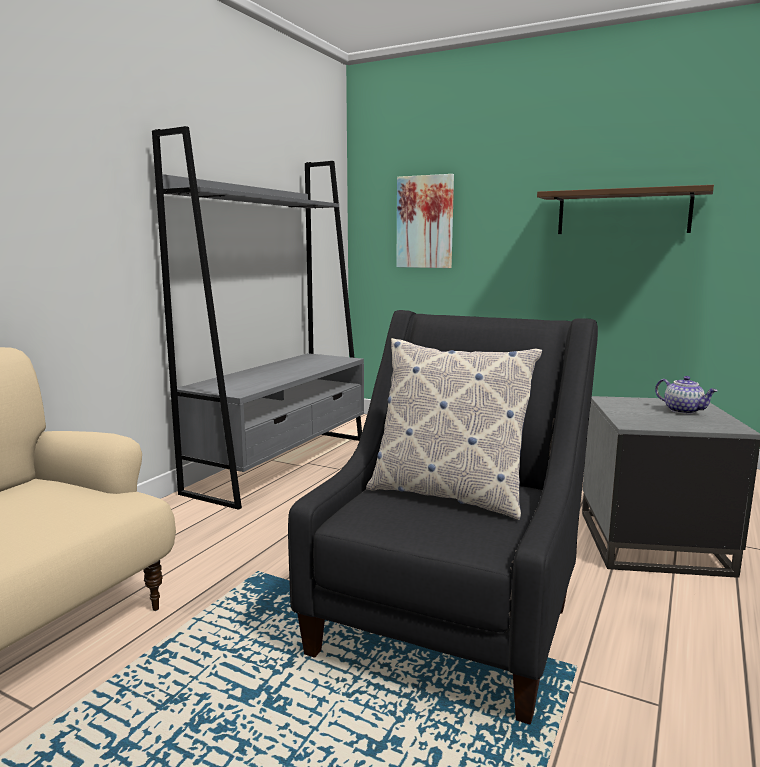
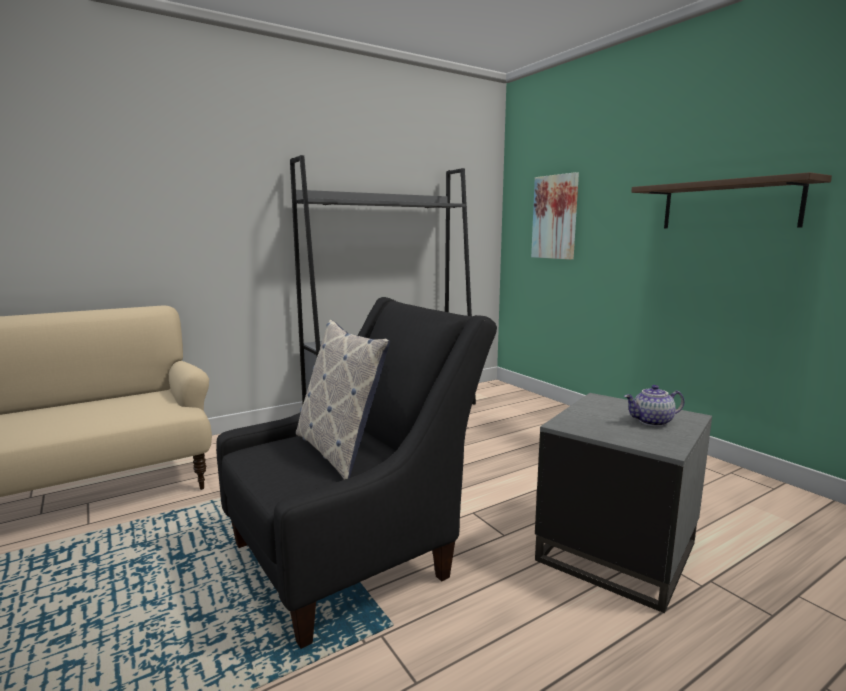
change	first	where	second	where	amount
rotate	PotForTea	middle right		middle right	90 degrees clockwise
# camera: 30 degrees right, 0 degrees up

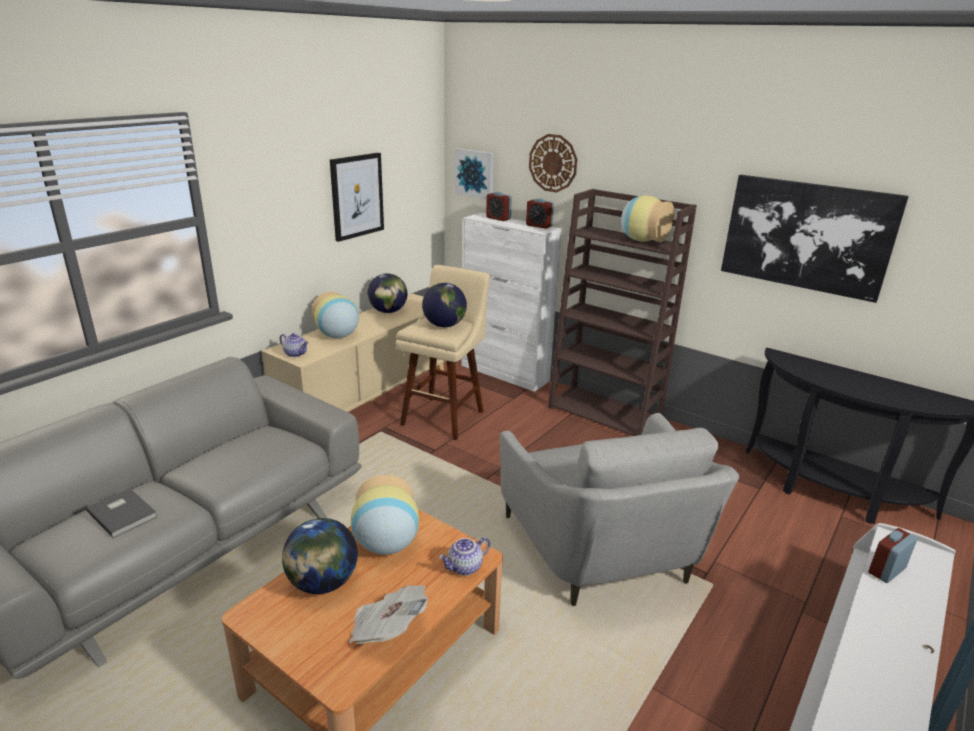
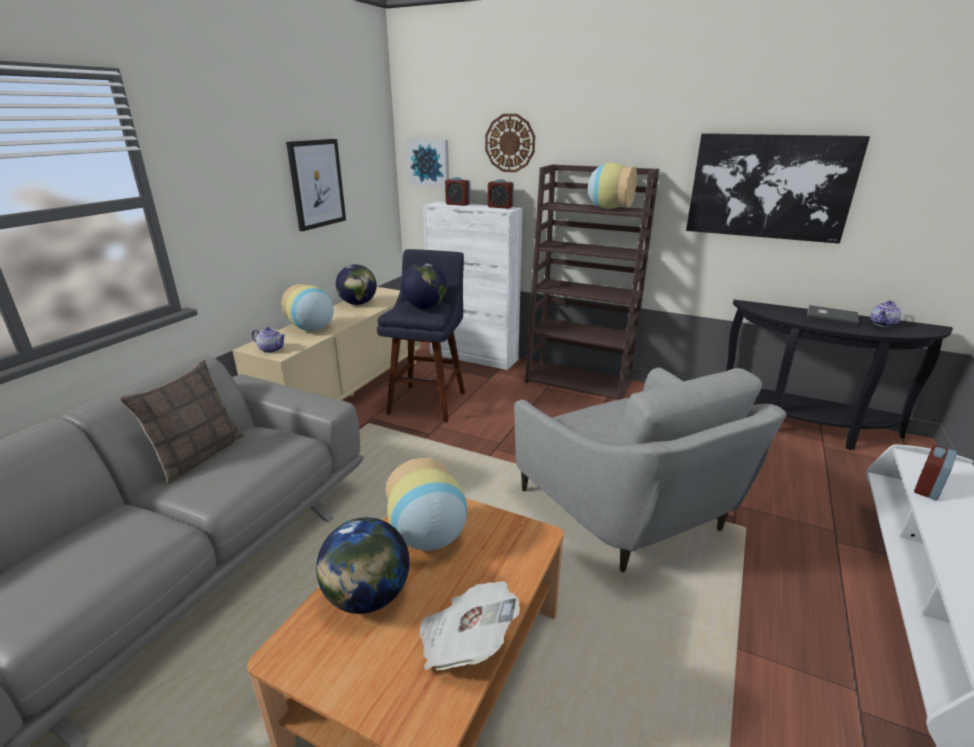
change	first	where	second	where	amount
insert			ThrowPillow	middle left	
recolor	SandColouredStool	centre	BluishStool	centre	
move	GreyBook	bottom left		middle right	
move	PotForTea (2nd from left)	bottom centre		middle right	
# camera: 10 degrees left, 0 degrees up

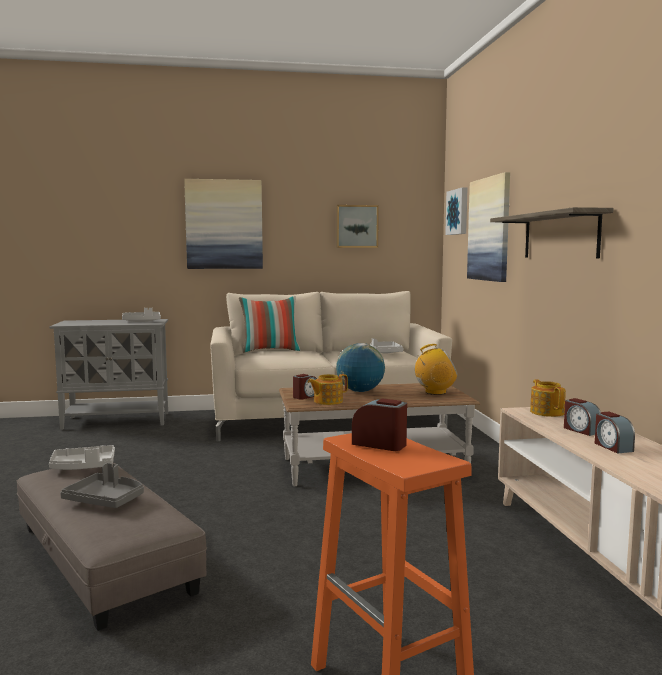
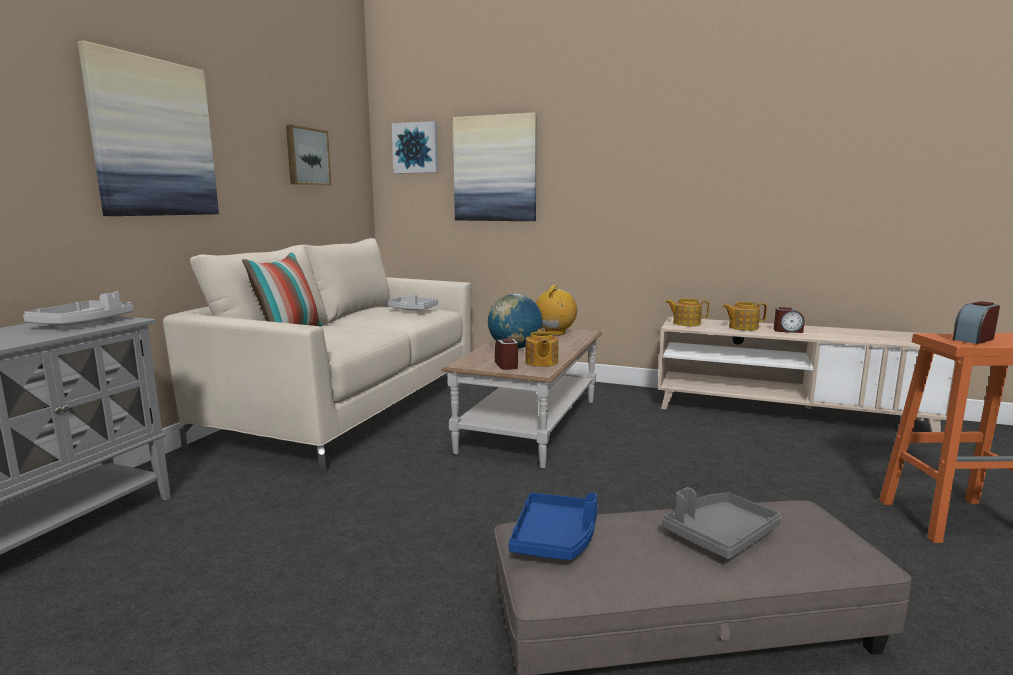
change	first	where	second	where	amount
recolor	GreyTray (1st from left)	bottom left	BluishTray	bottom centre	
replace	TableClock (3rd from left)	middle right	PotForTea (3rd from left)	middle right	
delete	Shelf	middle right			
# camera: 60 degrees left, 5 degrees up

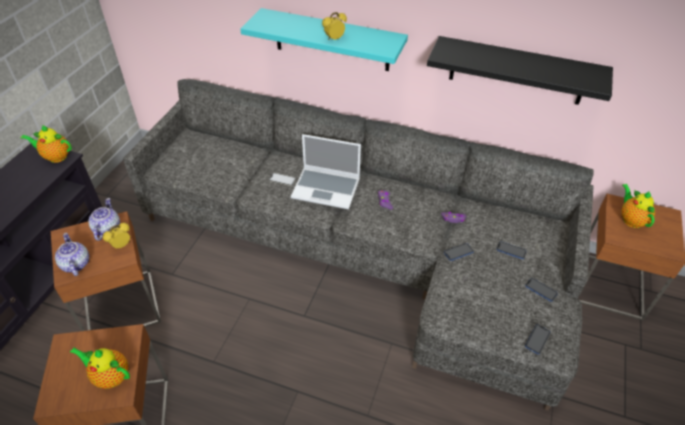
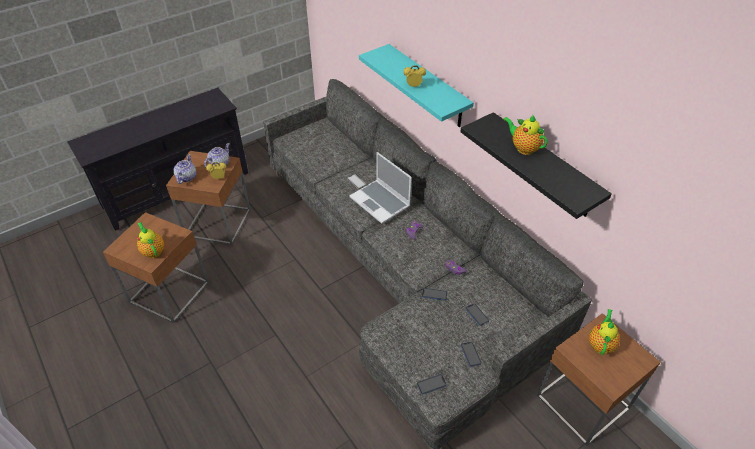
change	first	where	second	where	amount
move	PotForTea (1st from left in the first image)	middle left	PotForTea (4th from left)	top right	
# camera: 35 degrees right, 0 degrees up

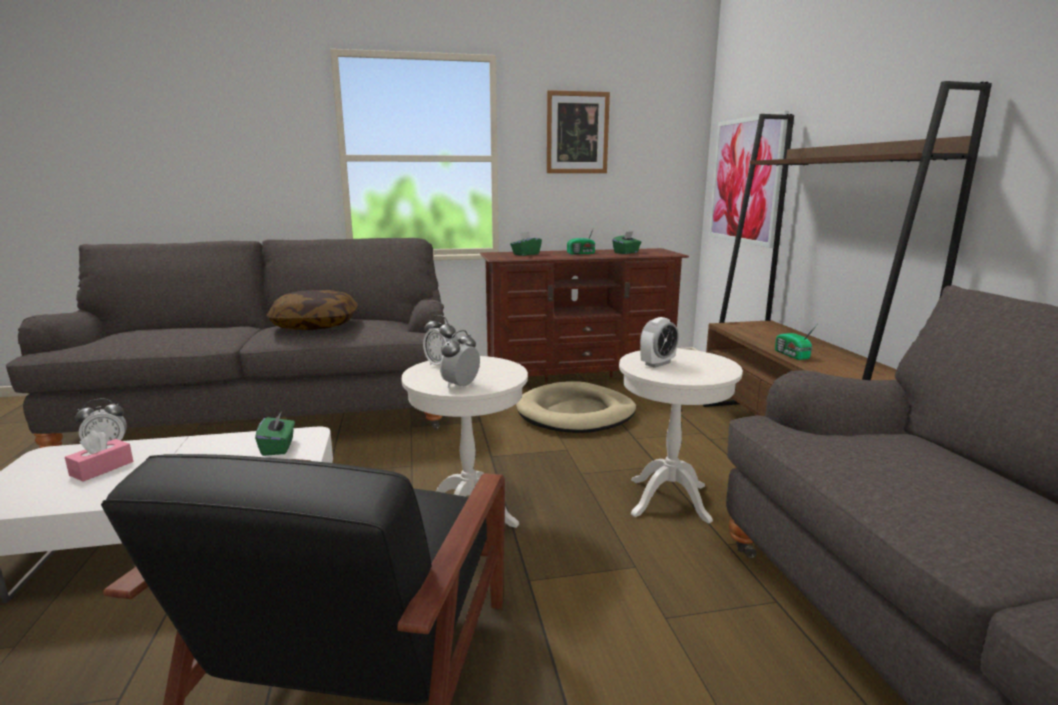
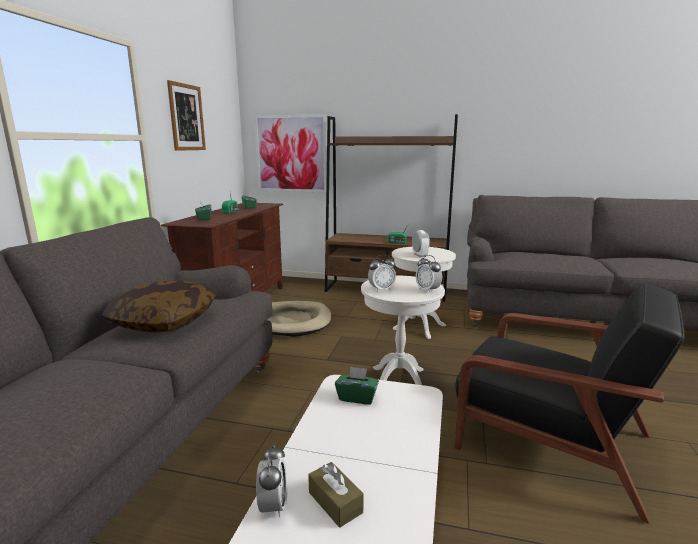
change	first	where	second	where	amount
recolor	PinkishTissueBox	middle left	BrownTissueBox	bottom centre	
# camera: 65 degrees left, 0 degrees up

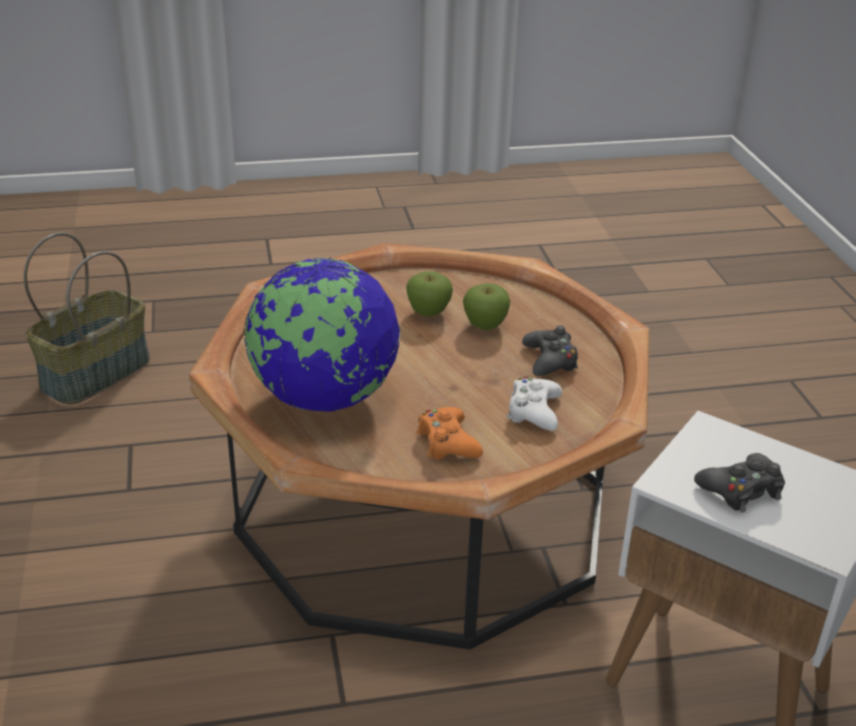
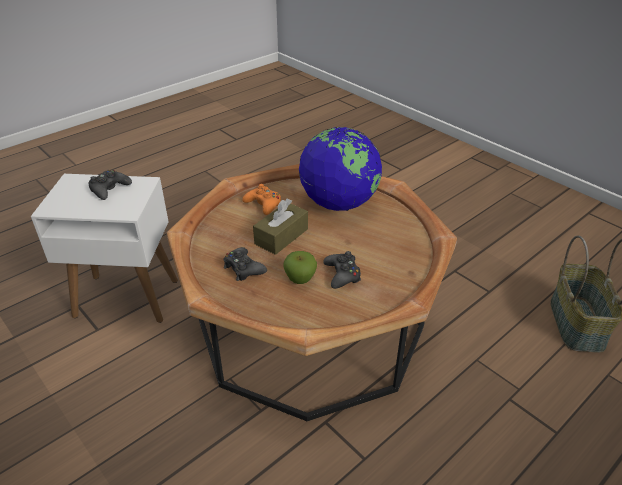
change	first	where	second	where	amount
insert			BrownTissueBox	centre	
replace	AppleFruit (1st from left)	centre	BlackColouredGamepad (3rd from left)	centre	
delete	WhiteColouredGamepad	centre			
# camera: 150 degrees right, 5 degrees up

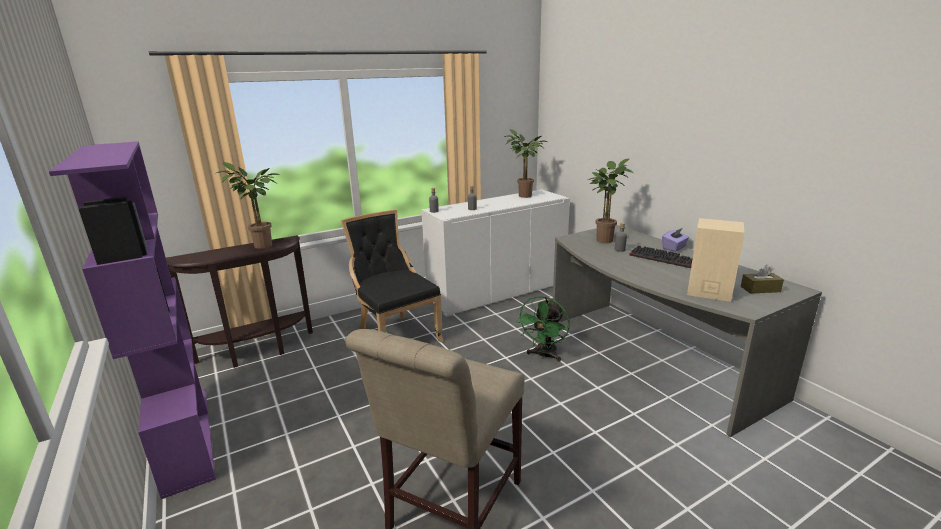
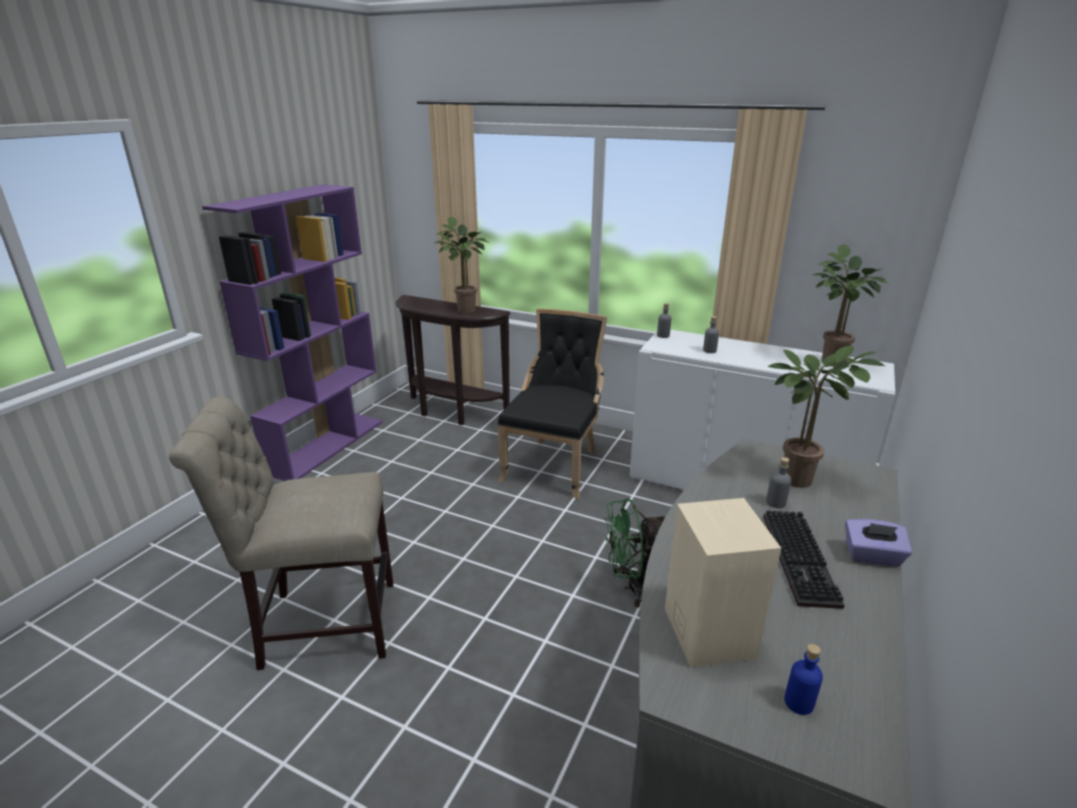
change	first	where	second	where	amount
replace	BrownTissueBox	middle right	BluishDrinkBottle	bottom right	
# camera: 55 degrees right, 5 degrees up

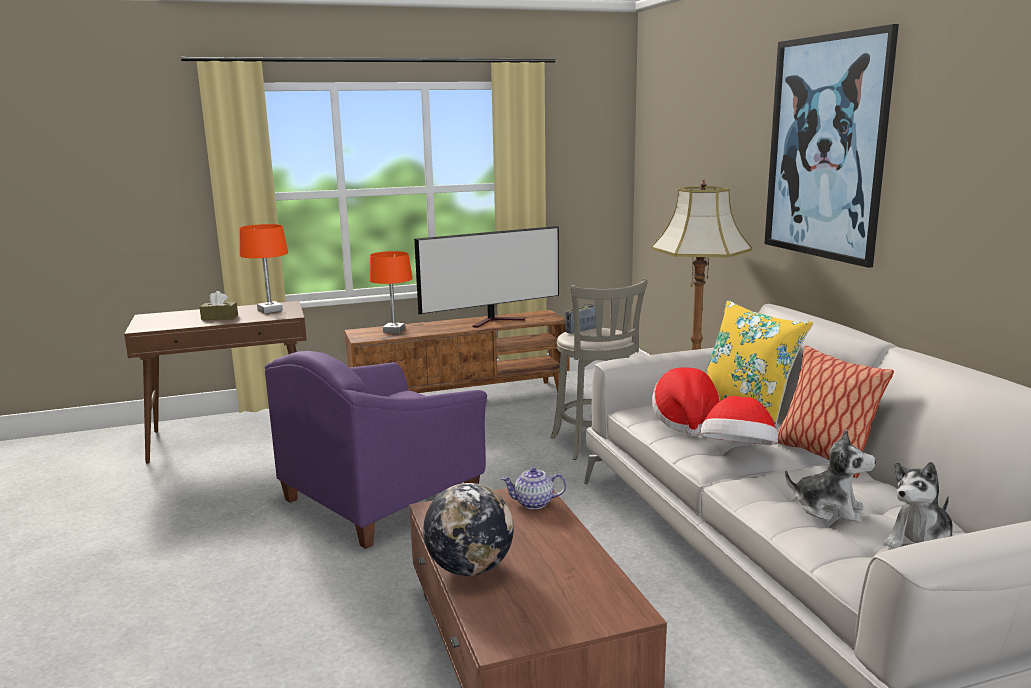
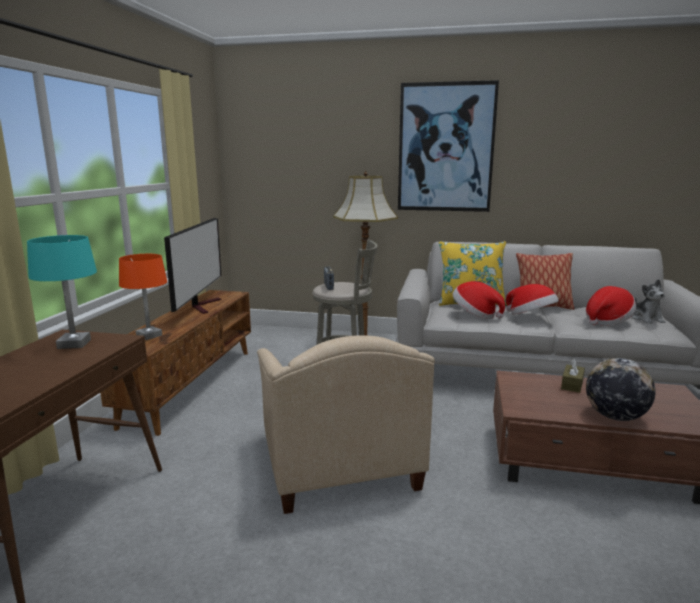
change	first	where	second	where	amount
recolor	OrangeColouredTableLamp (1st from left)	middle left	BlueGreenTableLamp	middle left	
recolor	PurpleArmchair	centre	SandColouredArmchair	bottom centre	
move	BrownTissueBox	middle left		middle right	
replace	PlushToy (1st from left)	bottom right	WearableHat (3rd from left)	middle right	
delete	PotForTea	bottom centre			
# camera: 60 degrees left, 0 degrees up

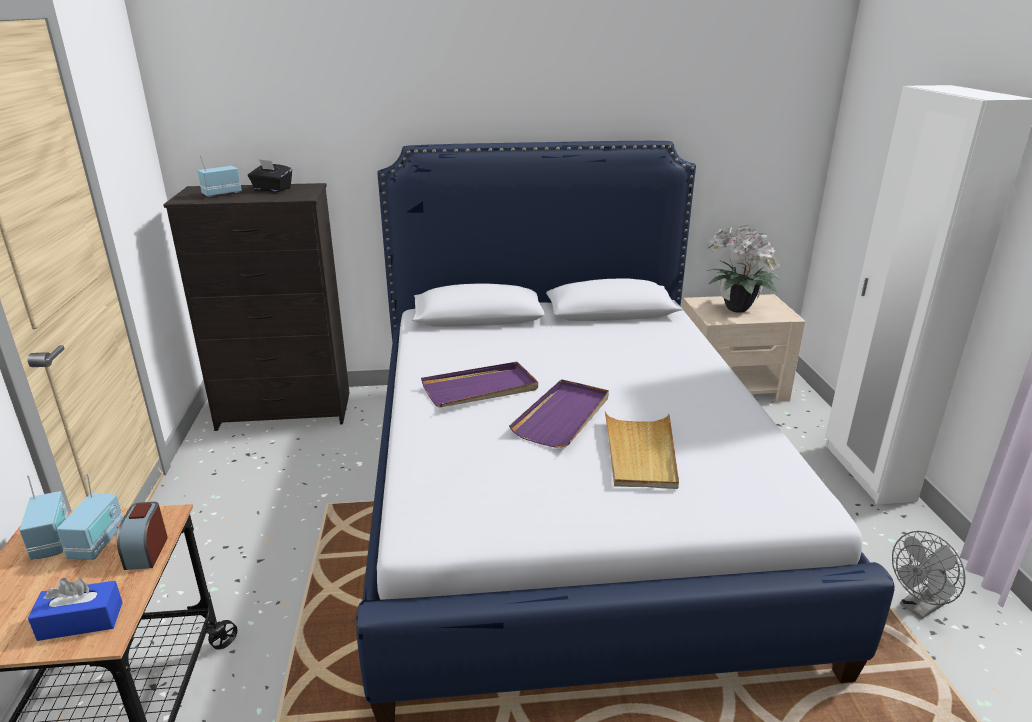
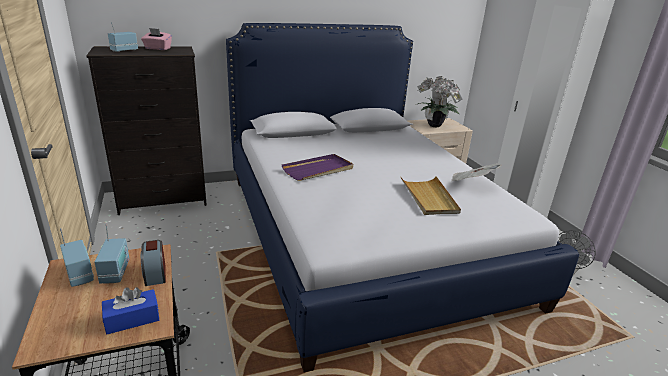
change	first	where	second	where	amount
recolor	BlackColouredTissueBox	top left	PinkishTissueBox	top left	
insert			PrintedPaper	middle right	
delete	PurpleTray (2nd from left)	centre			
# camera: 15 degrees left, 0 degrees up

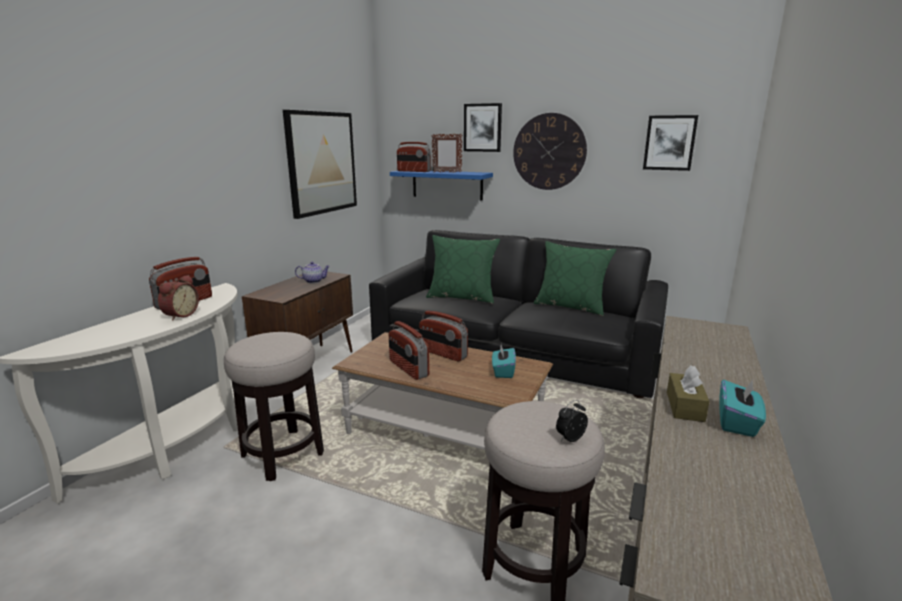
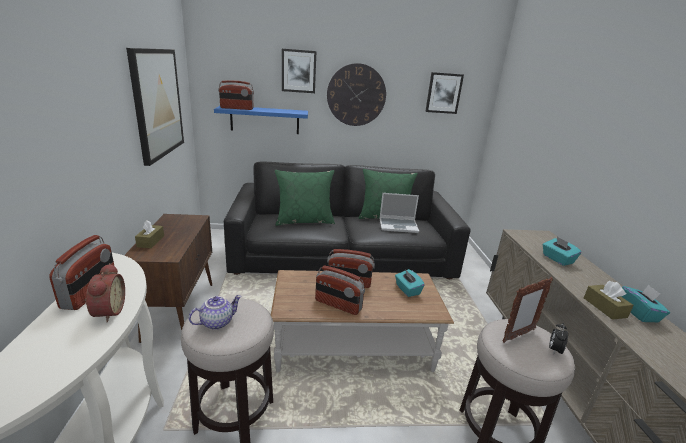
change	first	where	second	where	amount
insert			BrownTissueBox (1st from left)	middle left	
move	PotForTea	centre		bottom left	
insert			NotebookComputer	centre	
move	PictureFrame	top centre		bottom right	
insert			BlueGreenTissueBox (2nd from left)	middle right	
# camera: 30 degrees left, 5 degrees up

